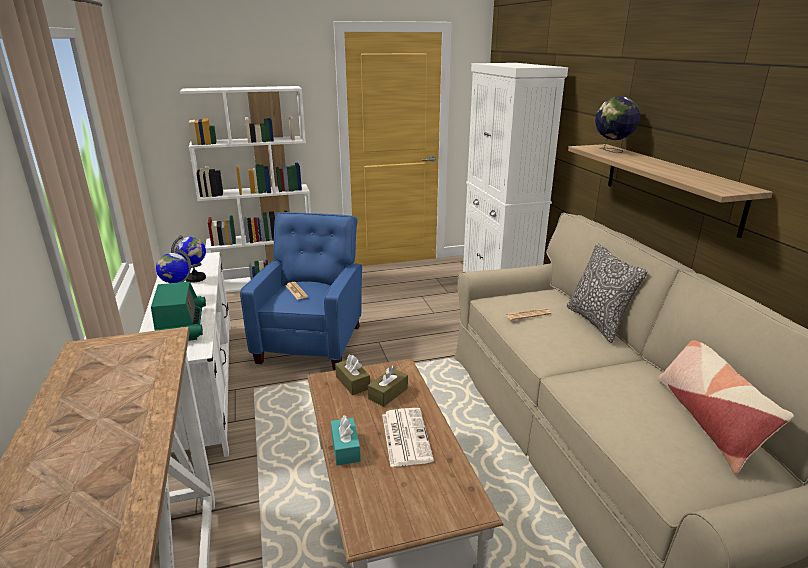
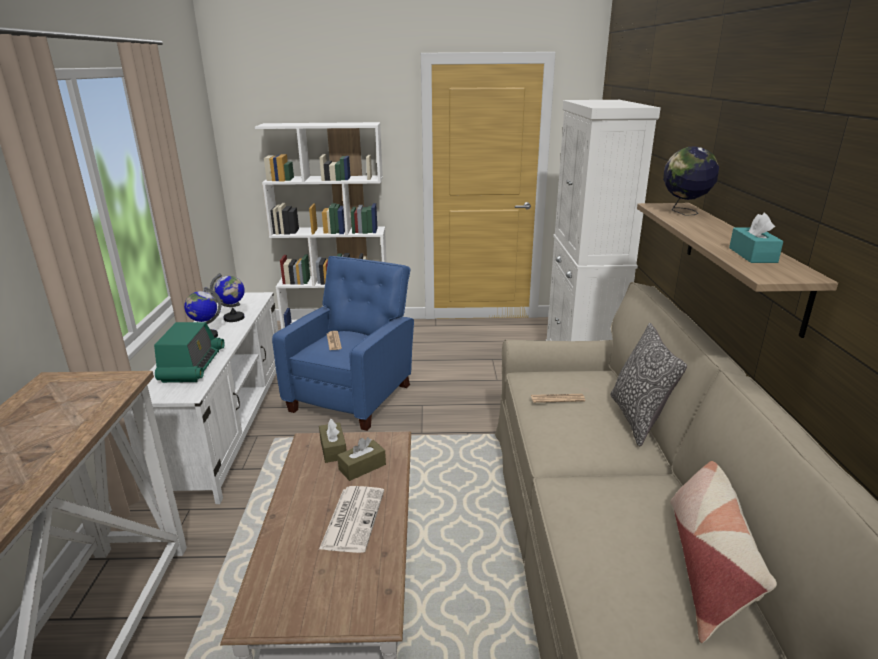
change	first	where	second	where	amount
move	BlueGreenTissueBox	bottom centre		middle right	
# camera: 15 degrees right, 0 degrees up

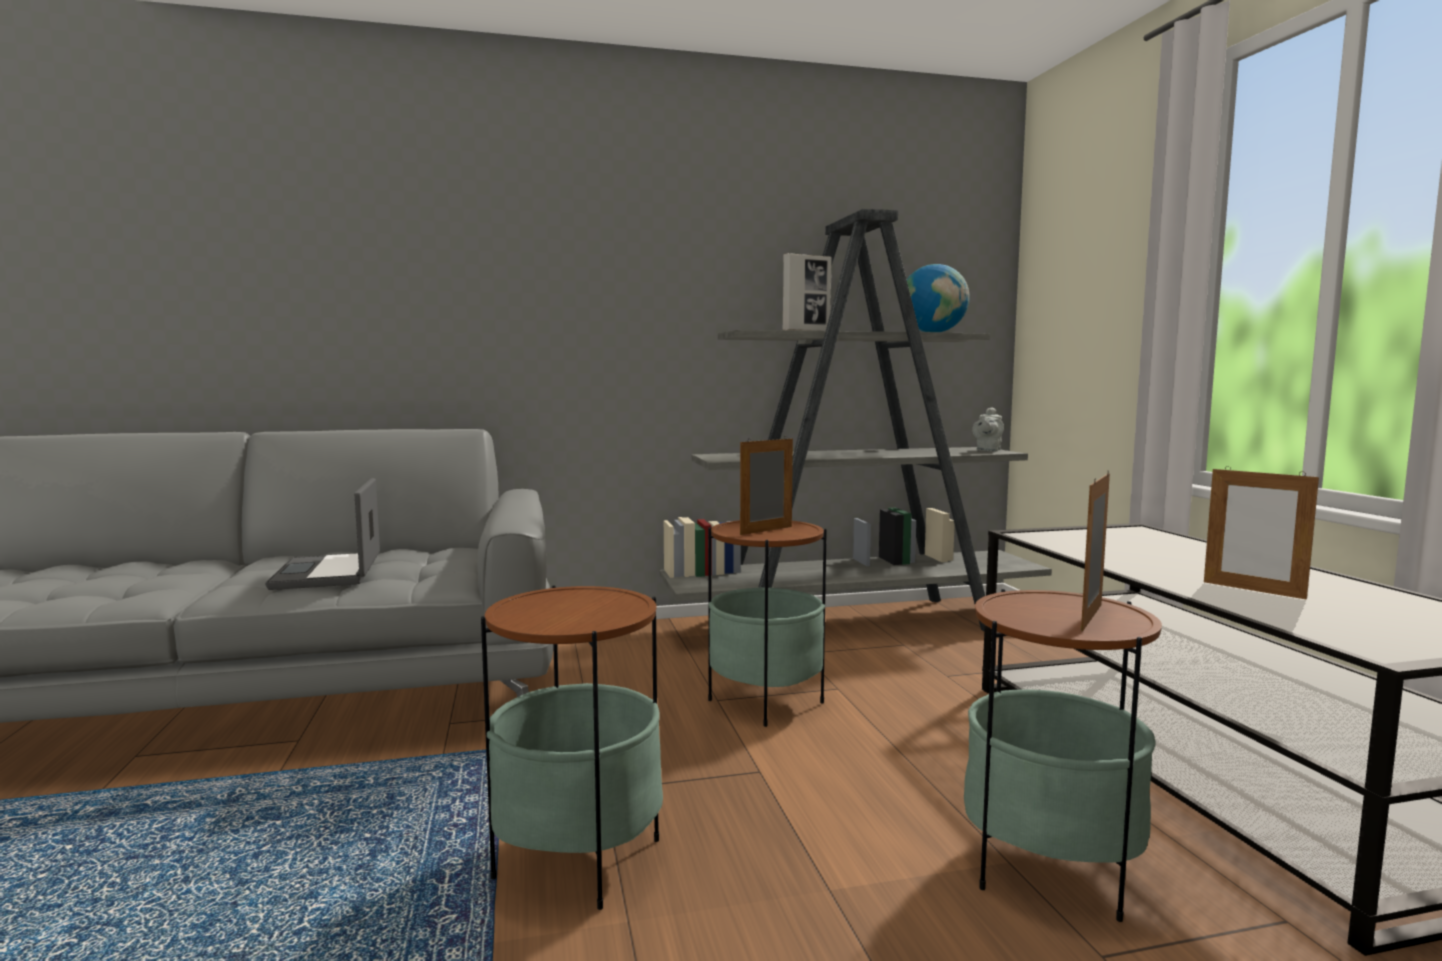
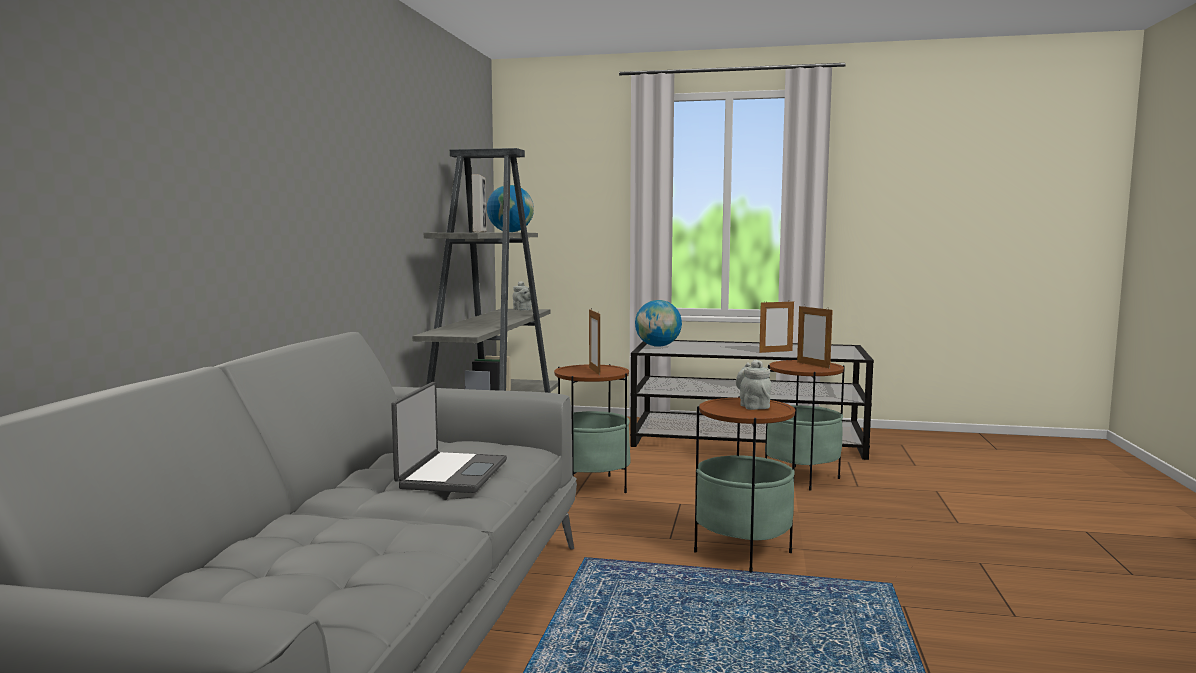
change	first	where	second	where	amount
rotate	NotebookComputer	middle left		centre	90 degrees counterclockwise
insert			WorldGlobe (2nd from left)	centre	
insert			GreyPotForTea (2nd from left)	centre	
# camera: 65 degrees left, 0 degrees up

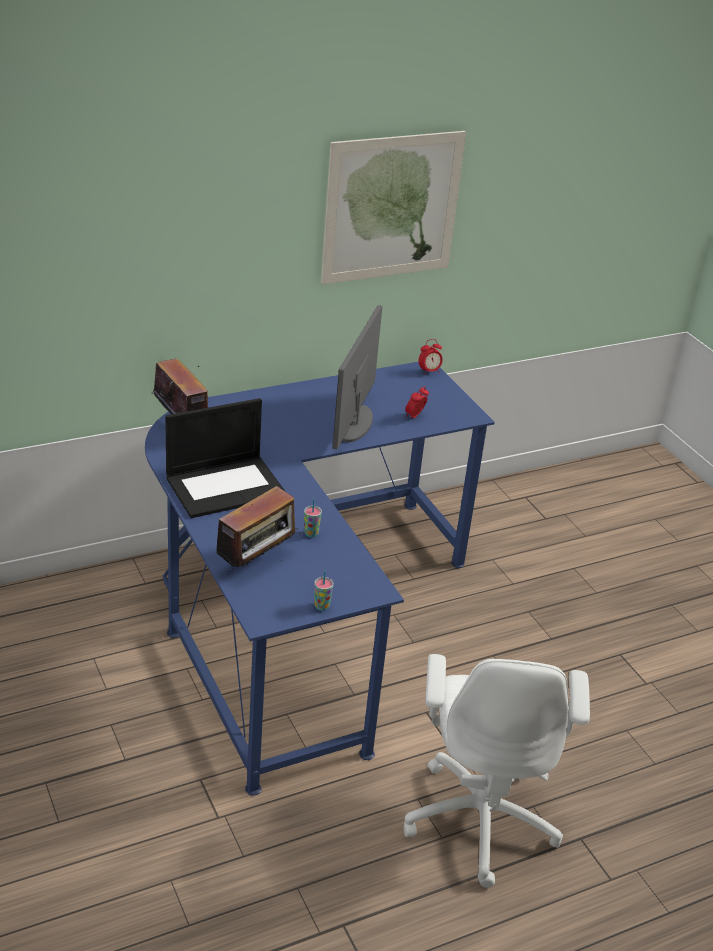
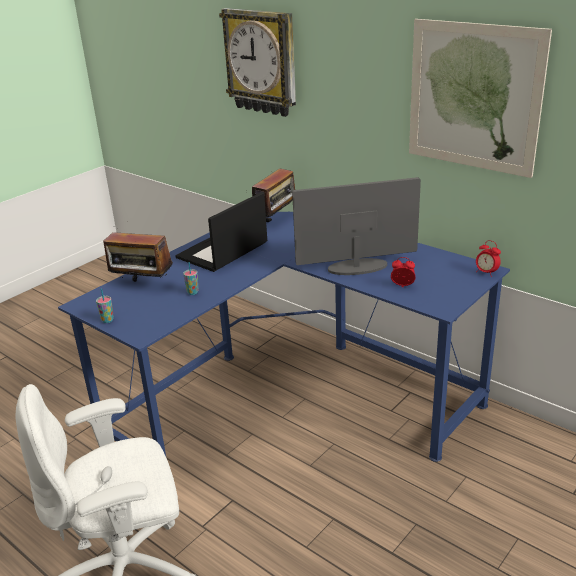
change	first	where	second	where	amount
rotate	NotebookComputer	middle left		centre	90 degrees clockwise
insert			WallClock	top centre	
# camera: 70 degrees right, 5 degrees down

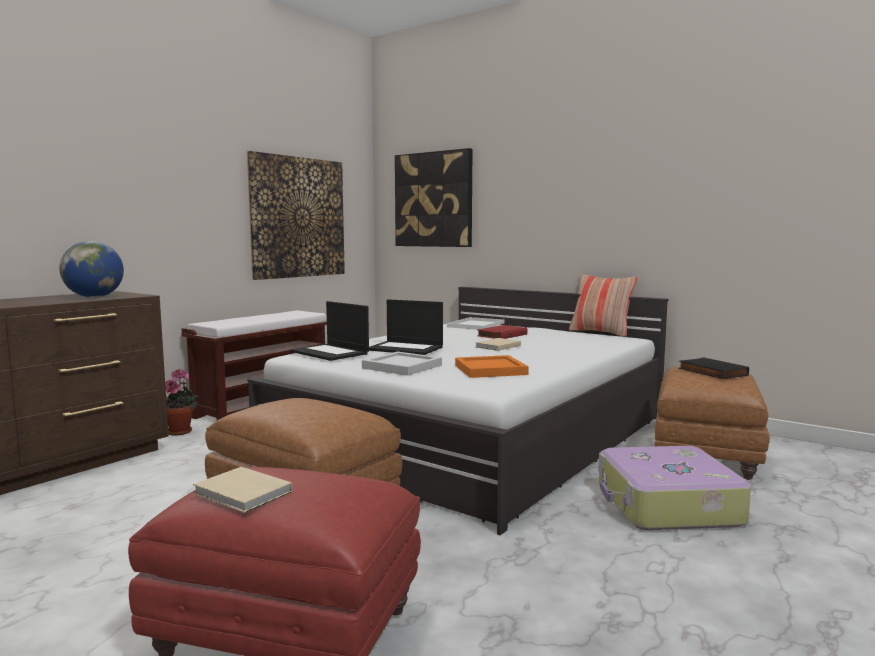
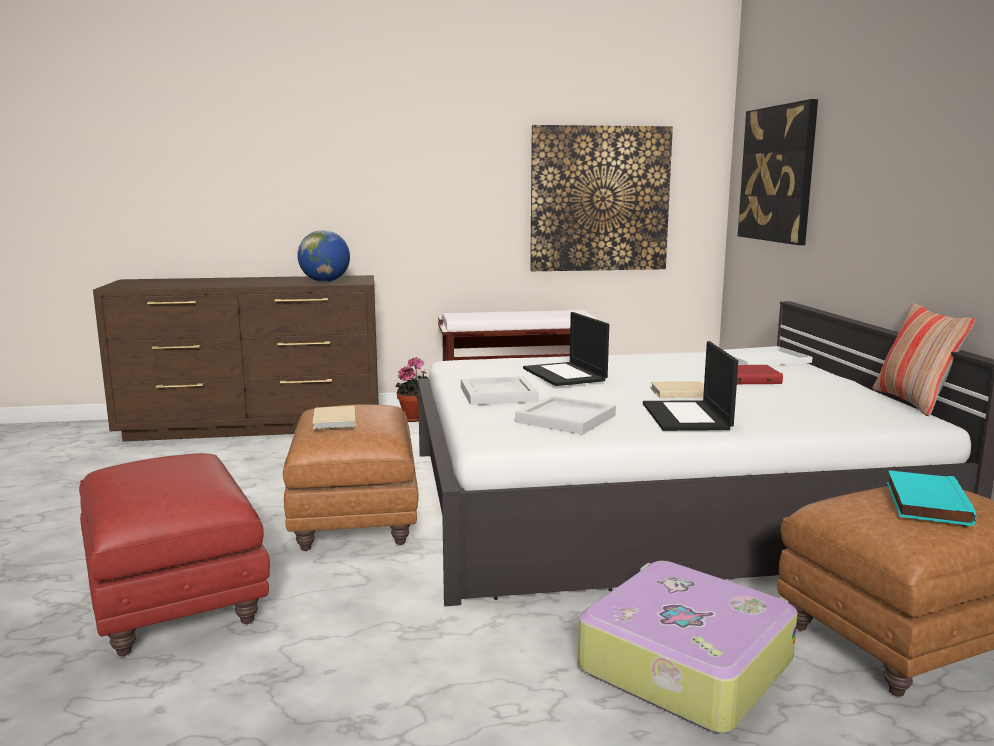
change	first	where	second	where	amount
move	SandColouredBook (1st from left)	bottom left		centre	
recolor	OrangeColouredTray	centre	WhiteColouredTray (2nd from left)	centre	
move	NotebookComputer (1st from left in the first image)	centre	NotebookComputer (2nd from left)	middle right	
recolor	BlackColouredBook	middle right	BlueGreenBook	bottom right	
# camera: 45 degrees right, 5 degrees up

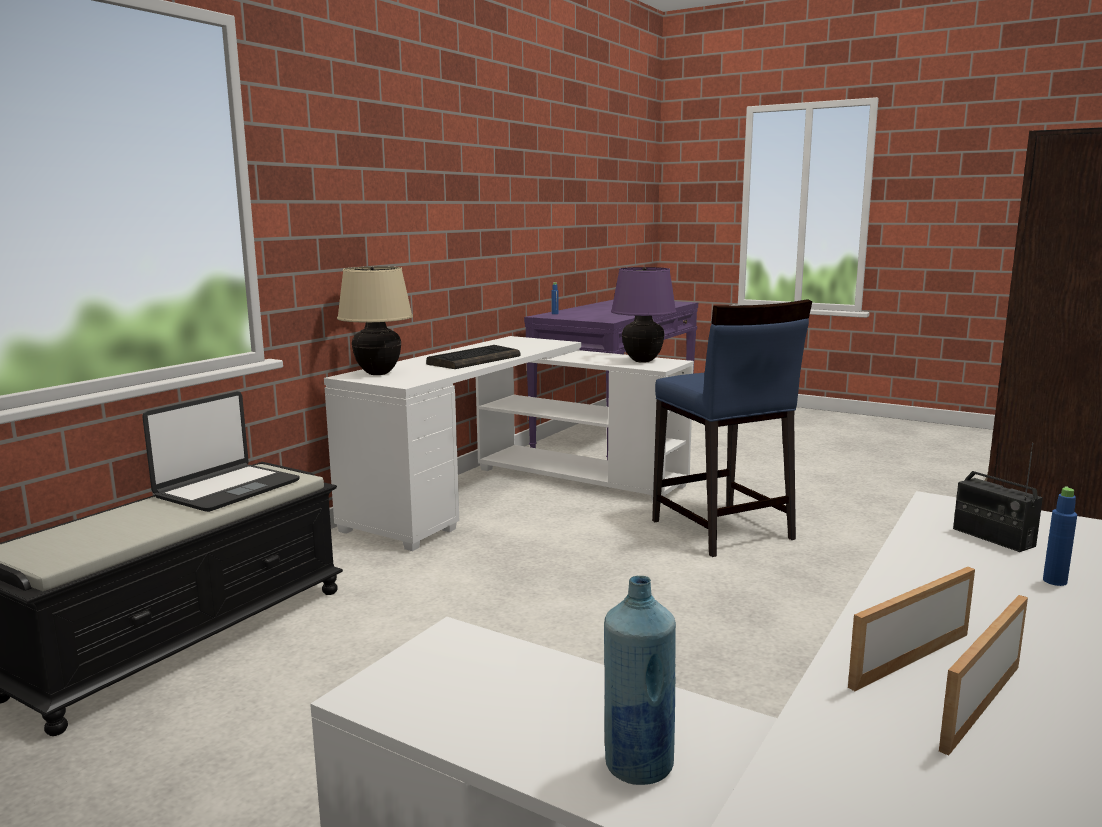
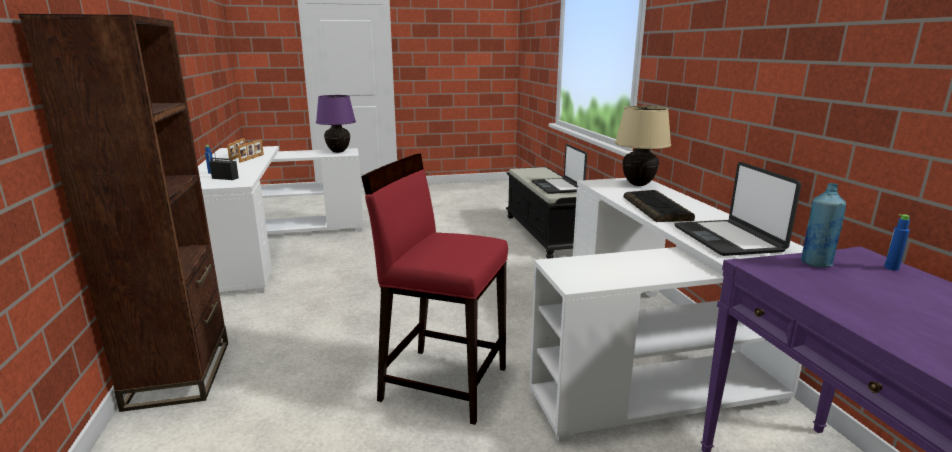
change	first	where	second	where	amount
move	PurpleTableLamp	centre		top centre	
recolor	BluishStool	centre	RedColouredStool	centre	
insert			NotebookComputer (2nd from left)	middle right	
move	BluishDrinkBottle (2nd from left)	bottom centre		middle right	
# camera: 135 degrees right, 5 degrees up

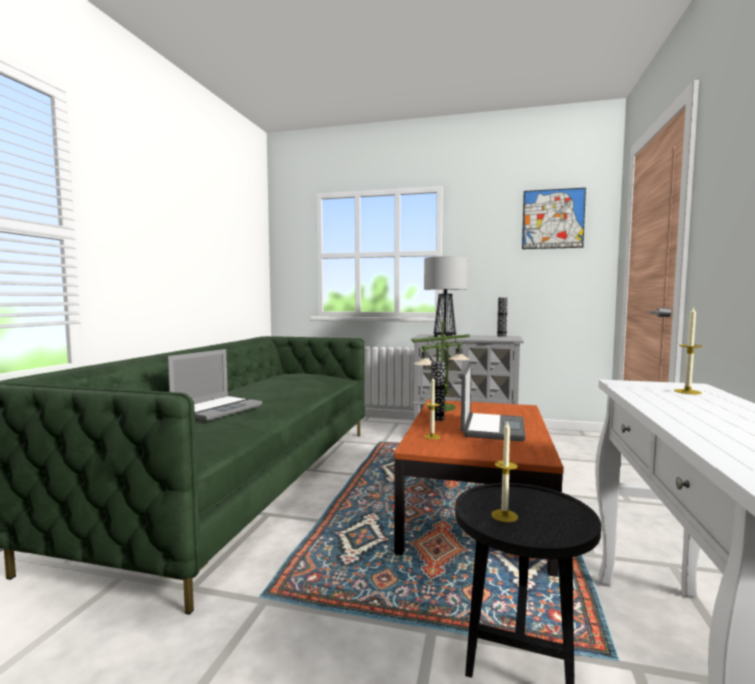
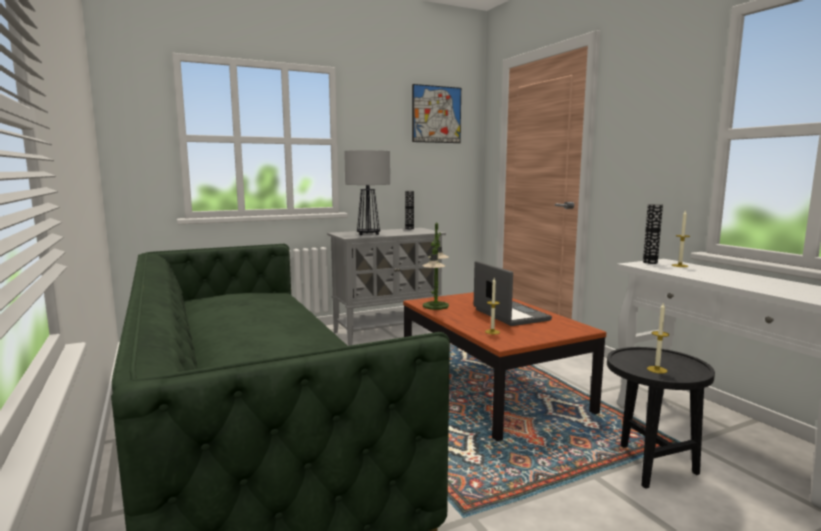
change	first	where	second	where	amount
move	FlowerVase (1st from left in the first image)	centre	FlowerVase (2nd from left)	middle right	
delete	NotebookComputer (1st from left)	middle left			
# camera: 40 degrees left, 5 degrees up

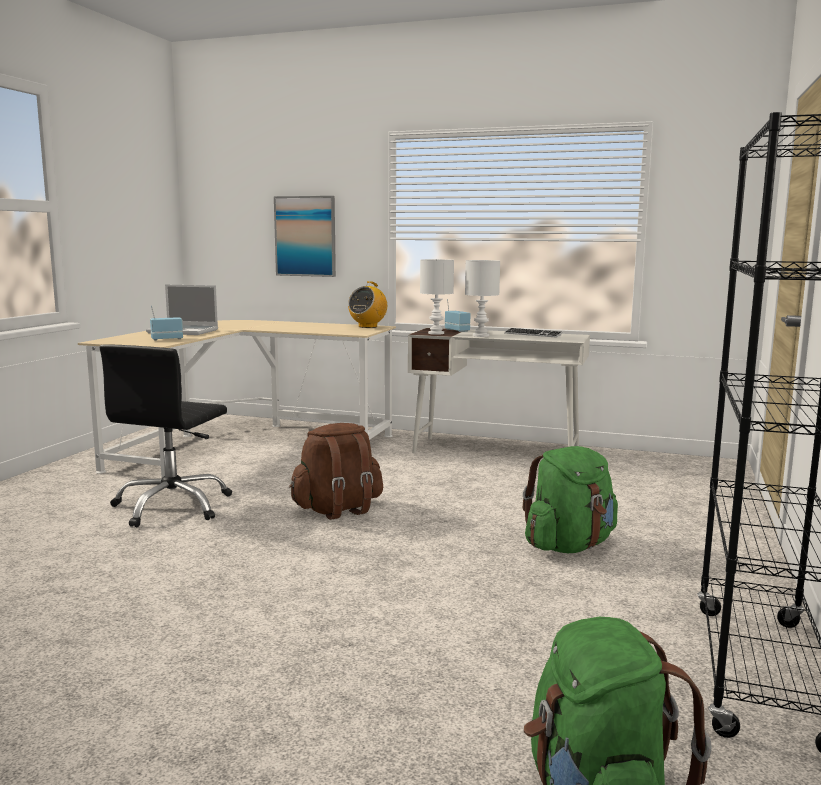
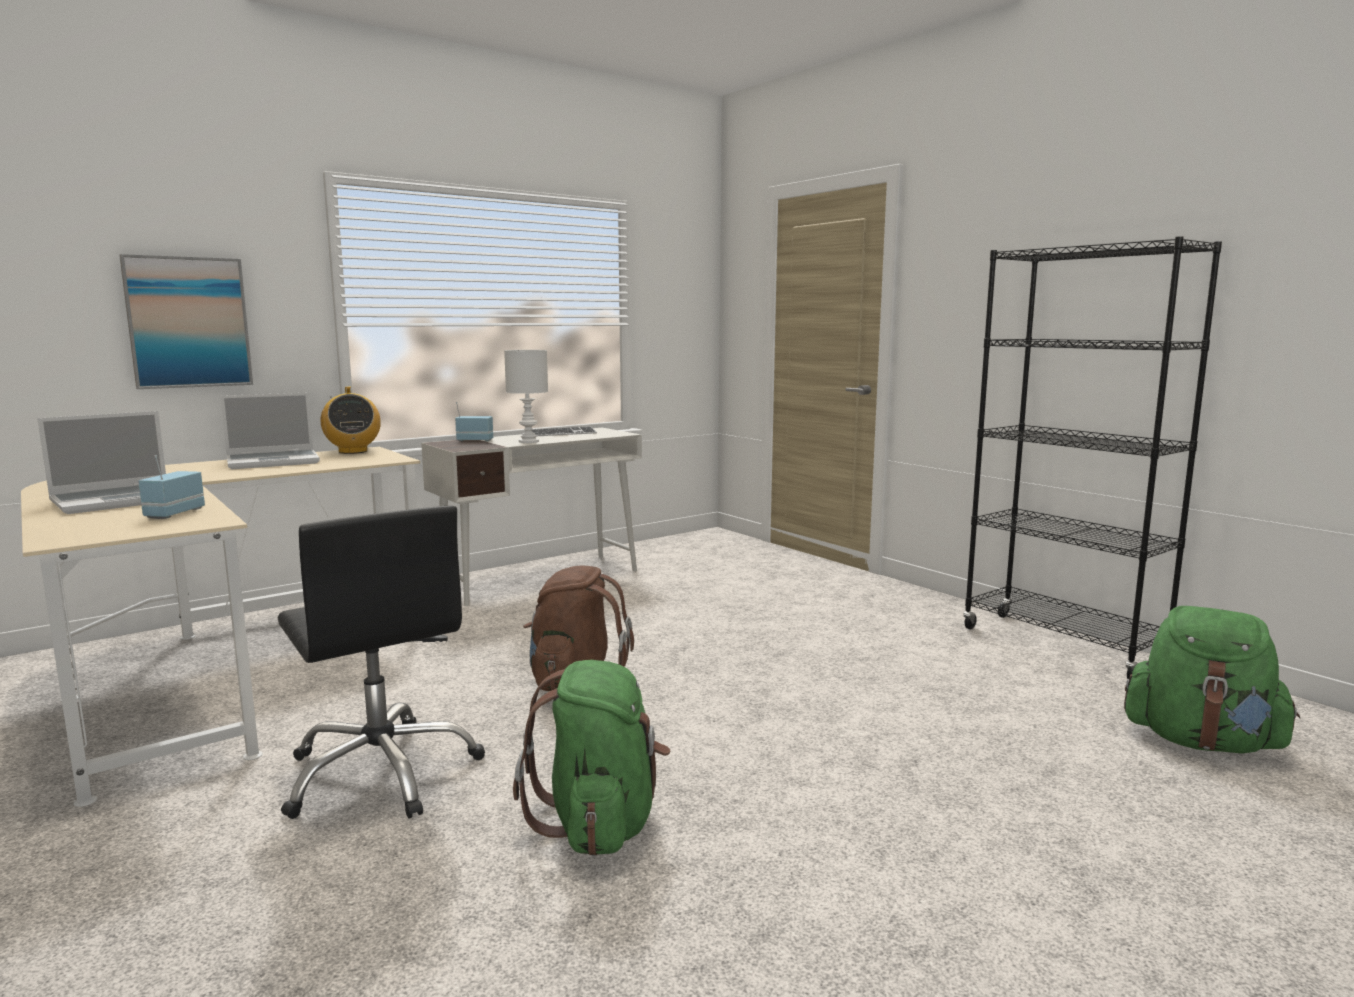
change	first	where	second	where	amount
insert			NotebookComputer (2nd from left)	middle left	
move	GreenColouredKnapsack (1st from left)	middle right		bottom centre	
delete	WhiteColouredTableLamp (1st from left)	centre			
# camera: 55 degrees left, 0 degrees up

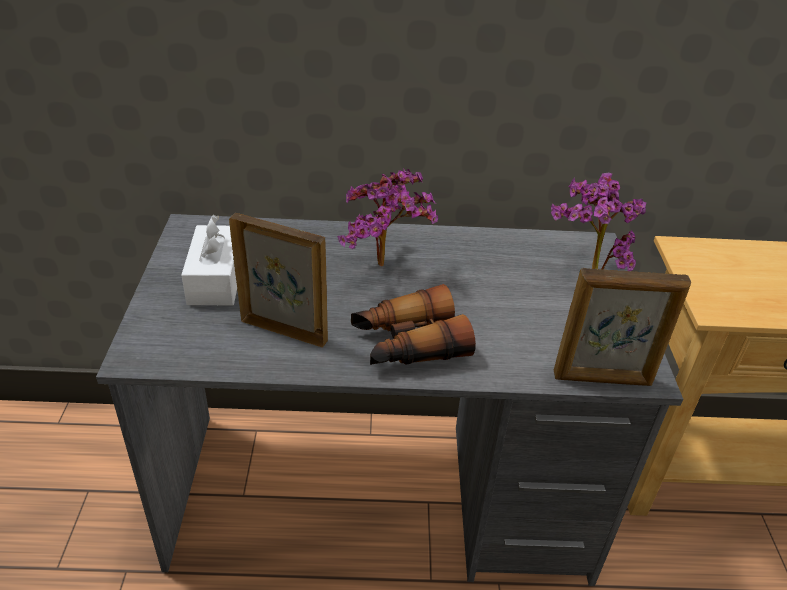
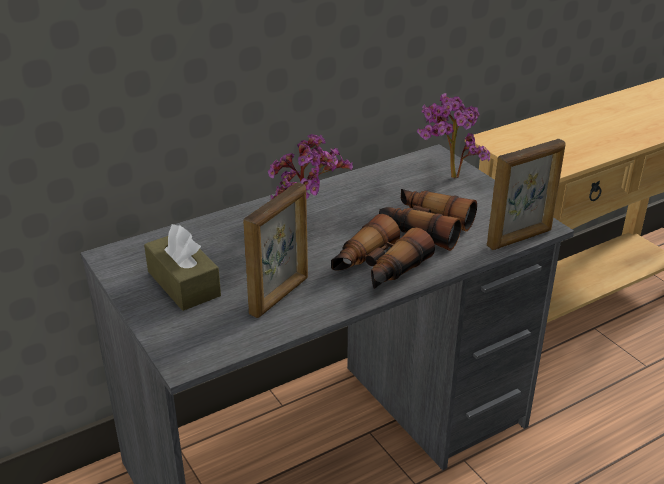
change	first	where	second	where	amount
recolor	WhiteColouredTissueBox	middle left	BrownTissueBox	middle left	
rotate	PictureFrame (1st from left)	centre		centre	135 degrees clockwise
insert			PairOfBinoculars (2nd from left)	centre	
# camera: 30 degrees left, 5 degrees down

